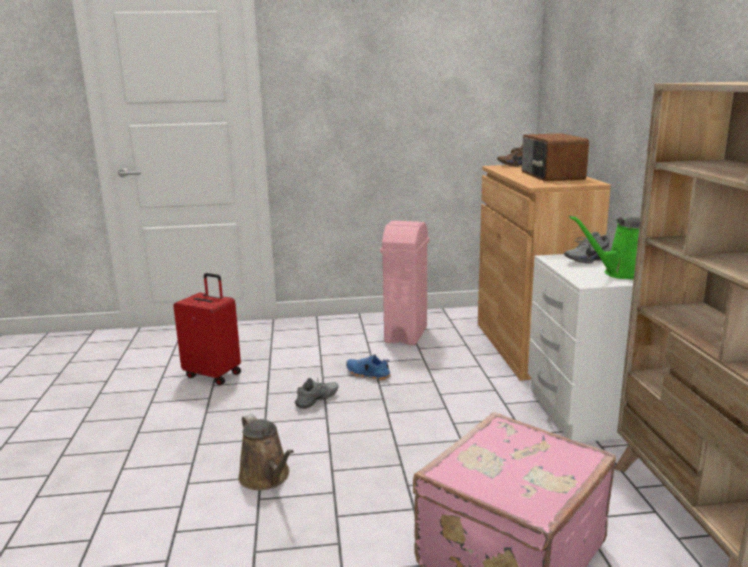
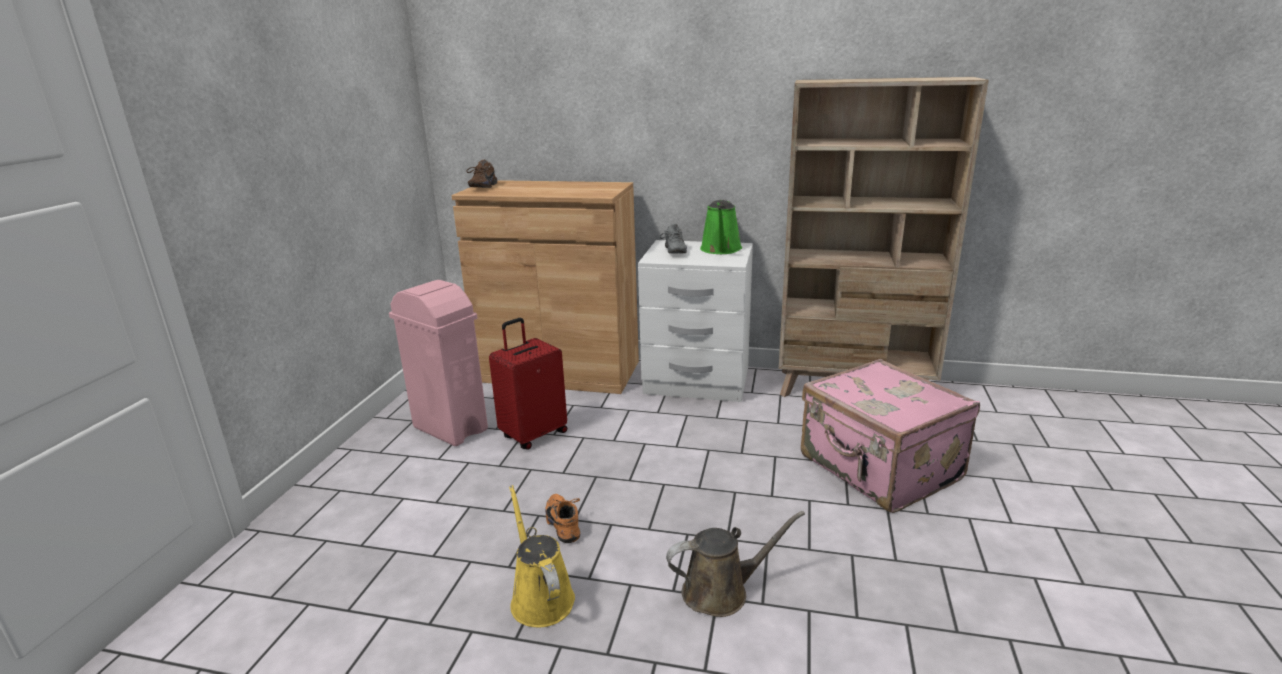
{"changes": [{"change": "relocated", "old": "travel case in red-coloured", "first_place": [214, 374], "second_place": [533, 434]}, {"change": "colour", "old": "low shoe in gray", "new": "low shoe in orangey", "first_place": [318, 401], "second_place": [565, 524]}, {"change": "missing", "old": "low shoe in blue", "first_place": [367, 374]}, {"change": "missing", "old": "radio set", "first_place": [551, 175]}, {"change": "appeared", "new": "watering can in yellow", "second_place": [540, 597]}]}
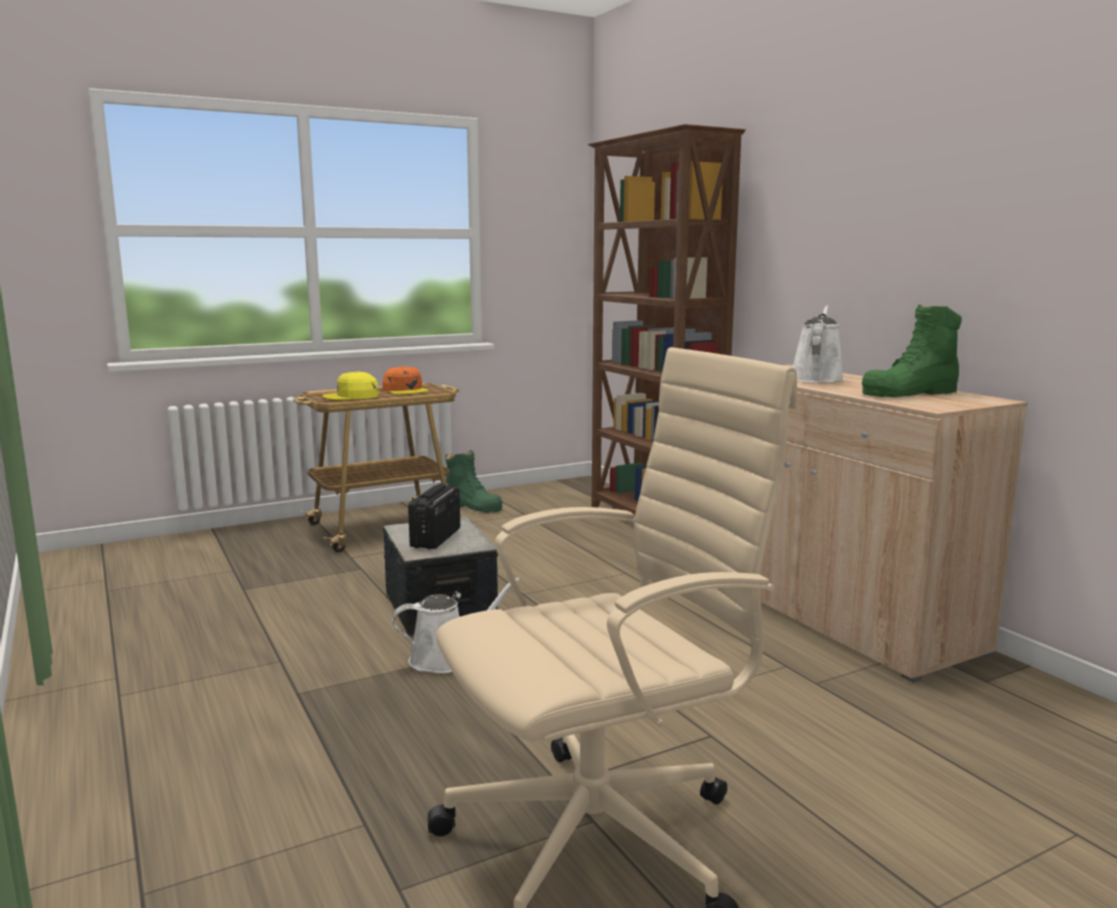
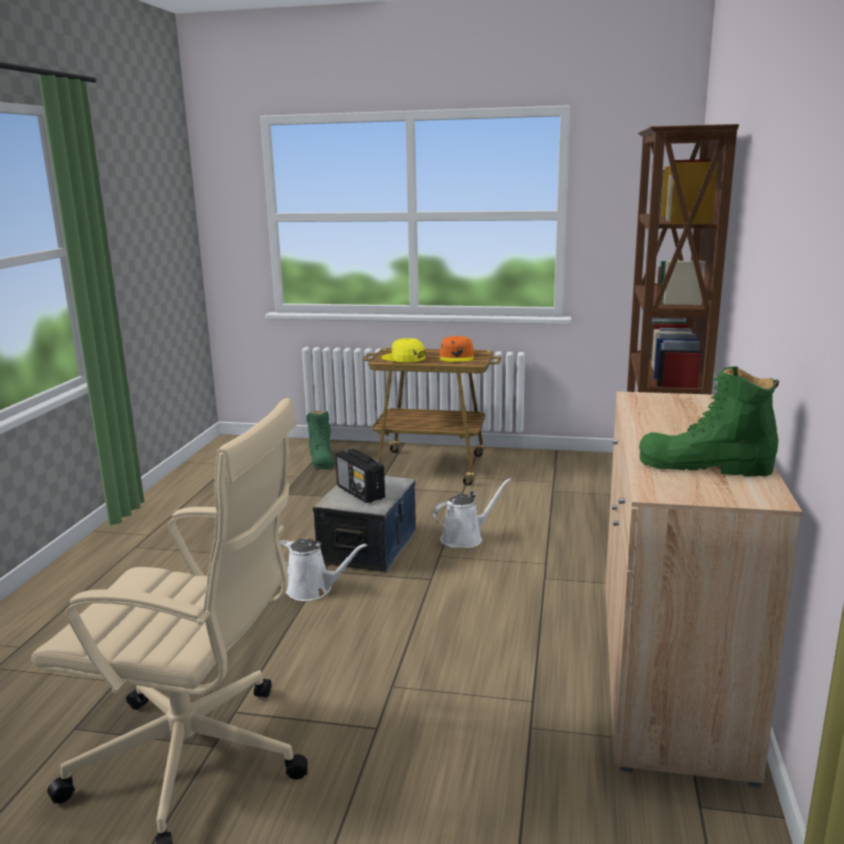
{"changes": [{"change": "spun", "old": "radio set", "first_place": [435, 538], "second_place": [361, 493], "degrees": -90}, {"change": "relocated", "old": "boot in green", "first_place": [473, 506], "second_place": [321, 459]}, {"change": "relocated", "old": "watering can in white-coloured", "first_place": [816, 378], "second_place": [465, 538]}]}
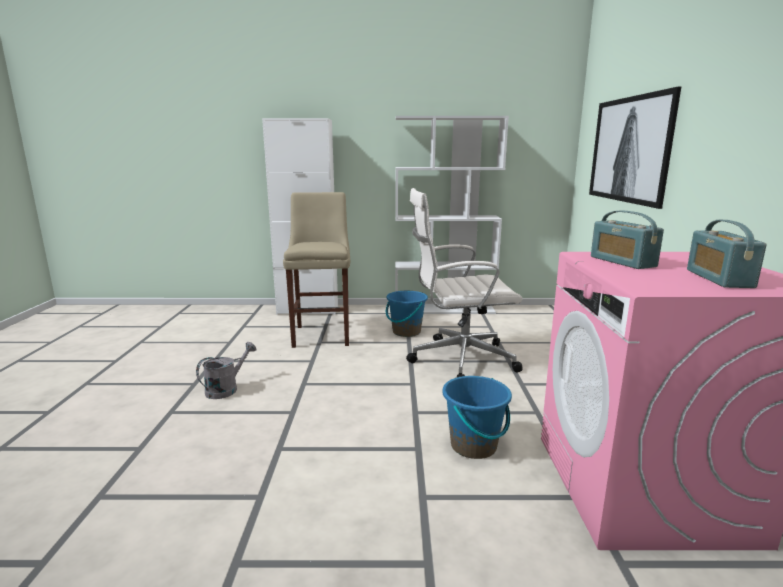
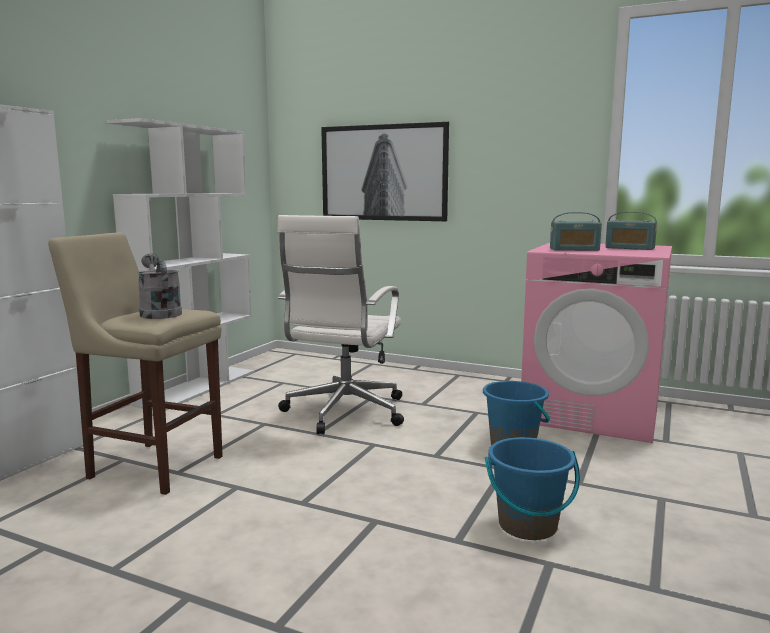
{"changes": [{"change": "relocated", "old": "watering can in gray", "first_place": [226, 389], "second_place": [159, 313]}, {"change": "relocated", "old": "pail in blue", "first_place": [406, 332], "second_place": [528, 526]}]}
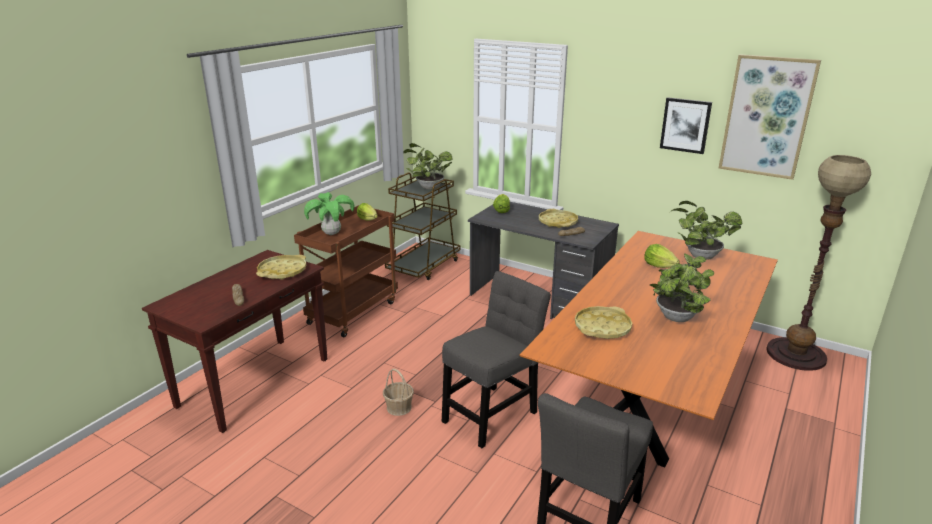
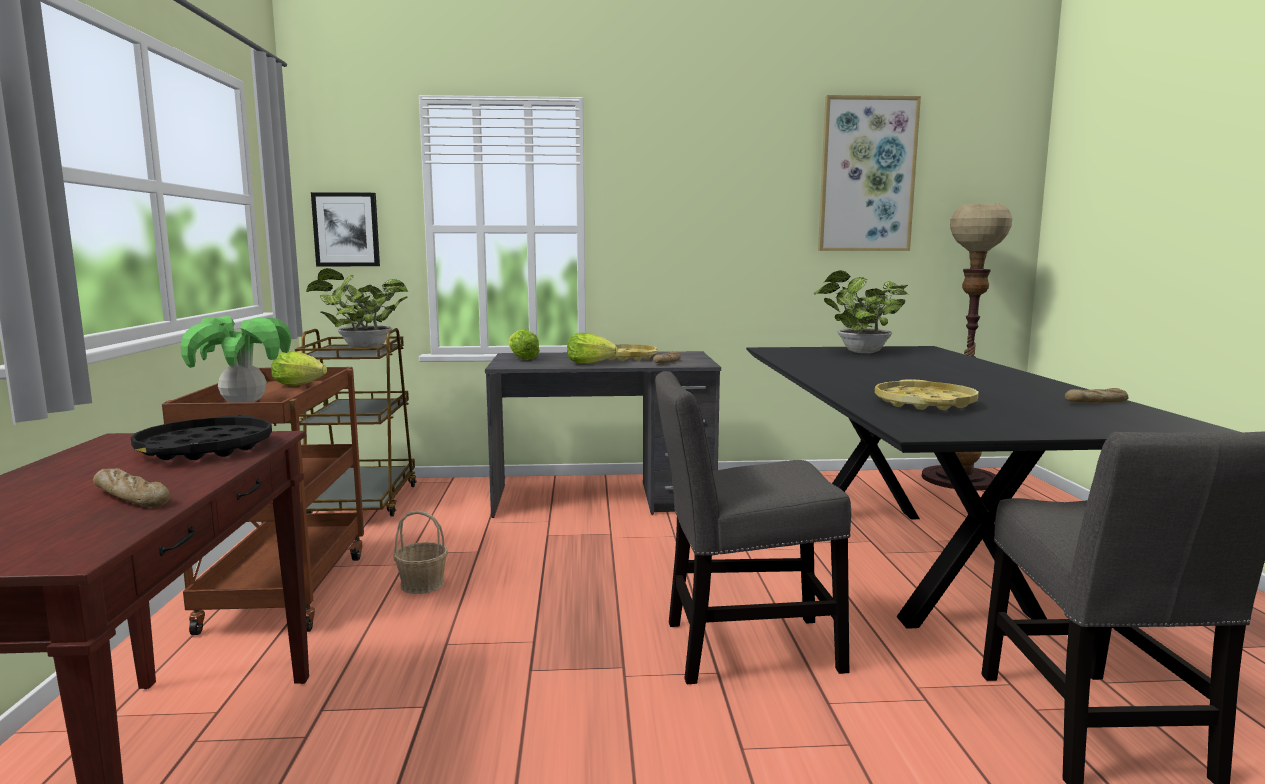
{"changes": [{"change": "colour", "old": "serving tray in yellow", "new": "serving tray in blackish", "first_place": [282, 271], "second_place": [205, 448]}, {"change": "relocated", "old": "storage basket", "first_place": [399, 407], "second_place": [422, 584]}, {"change": "spun", "old": "chair in gray", "first_place": [493, 413], "second_place": [742, 648], "degrees": -105}, {"change": "colour", "old": "dinner table in orangey", "new": "dinner table in blackish", "first_place": [650, 401], "second_place": [910, 561]}, {"change": "relocated", "old": "lettuce head", "first_place": [659, 266], "second_place": [589, 363]}, {"change": "missing", "old": "houseplant", "first_place": [675, 318]}, {"change": "relocated", "old": "wall picture", "first_place": [685, 125], "second_place": [346, 229]}, {"change": "appeared", "new": "baked bread", "second_place": [1096, 402]}]}
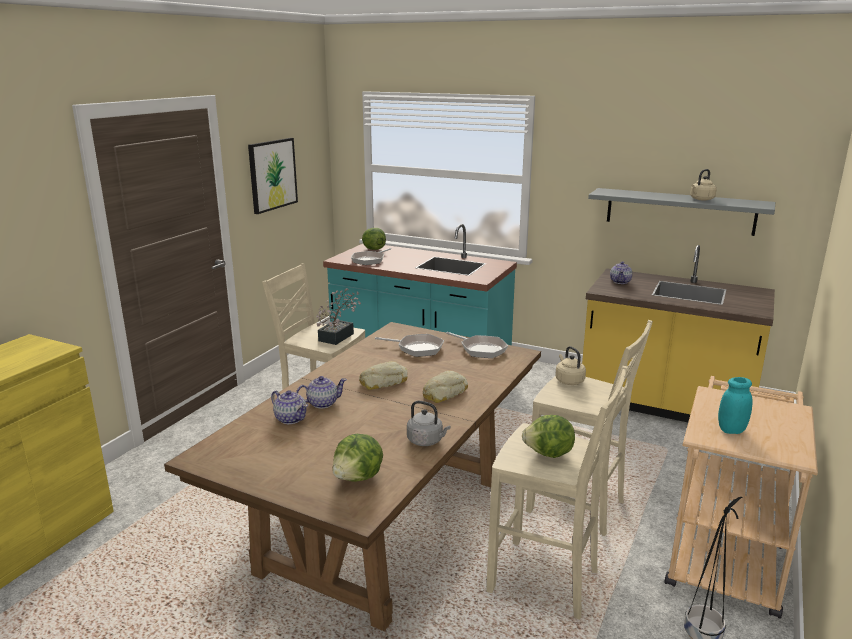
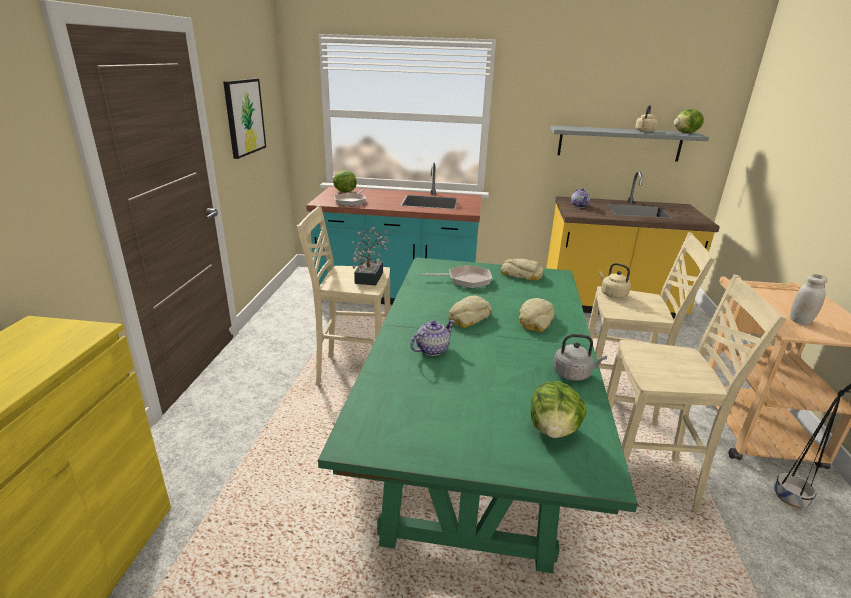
{"changes": [{"change": "colour", "old": "dinner table in brown-coloured", "new": "dinner table in green", "first_place": [386, 523], "second_place": [473, 454]}, {"change": "missing", "old": "tea pot", "first_place": [290, 418]}, {"change": "exchanged", "old": "pan", "new": "baked bread", "first_place": [481, 349], "second_place": [521, 274]}, {"change": "relocated", "old": "lettuce head", "first_place": [549, 454], "second_place": [686, 133]}, {"change": "colour", "old": "jar in blue-green", "new": "jar in white-coloured", "first_place": [731, 430], "second_place": [800, 321]}]}
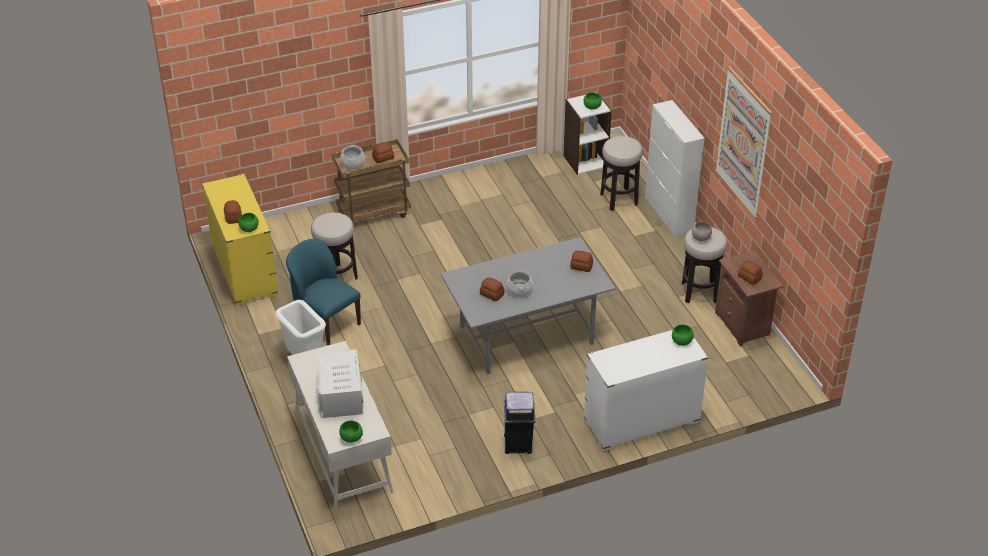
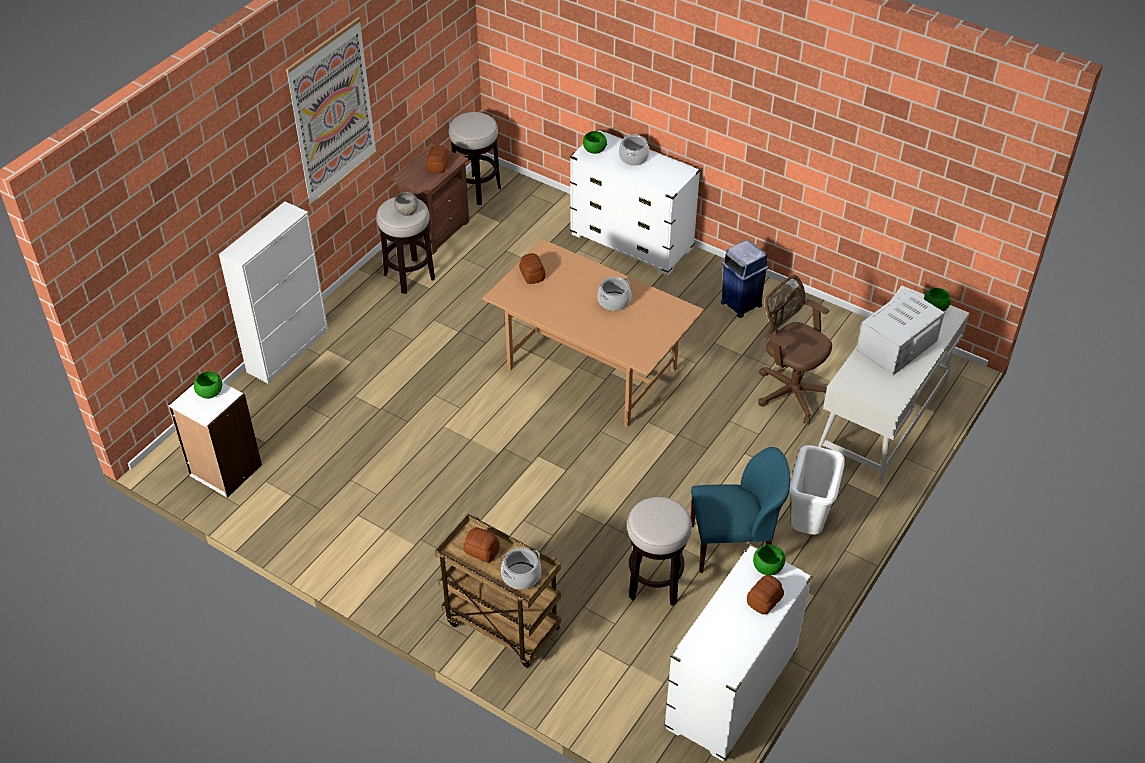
{"changes": [{"change": "colour", "old": "dresser in yellow", "new": "dresser in white-coloured", "first_place": [244, 271], "second_place": [731, 690]}, {"change": "spun", "old": "chair in blue", "first_place": [326, 321], "second_place": [733, 545], "degrees": -105}, {"change": "colour", "old": "dinner table in gray", "new": "dinner table in brown-coloured", "first_place": [526, 335], "second_place": [593, 369]}, {"change": "missing", "old": "baked bread", "first_place": [492, 294]}, {"change": "relocated", "old": "sitting stool", "first_place": [619, 199], "second_place": [477, 190]}, {"change": "appeared", "new": "saucepot", "second_place": [634, 158]}, {"change": "appeared", "new": "computer chair in brown-coloured", "second_place": [790, 391]}]}
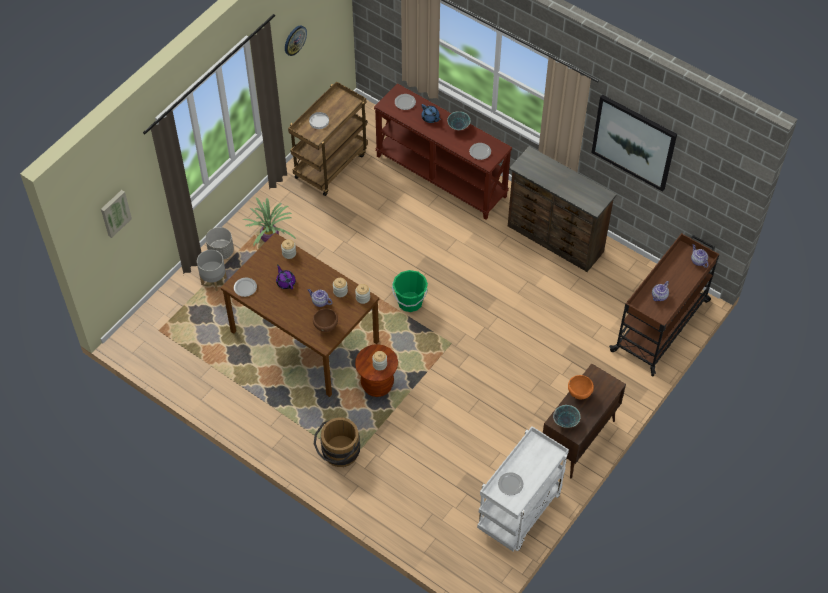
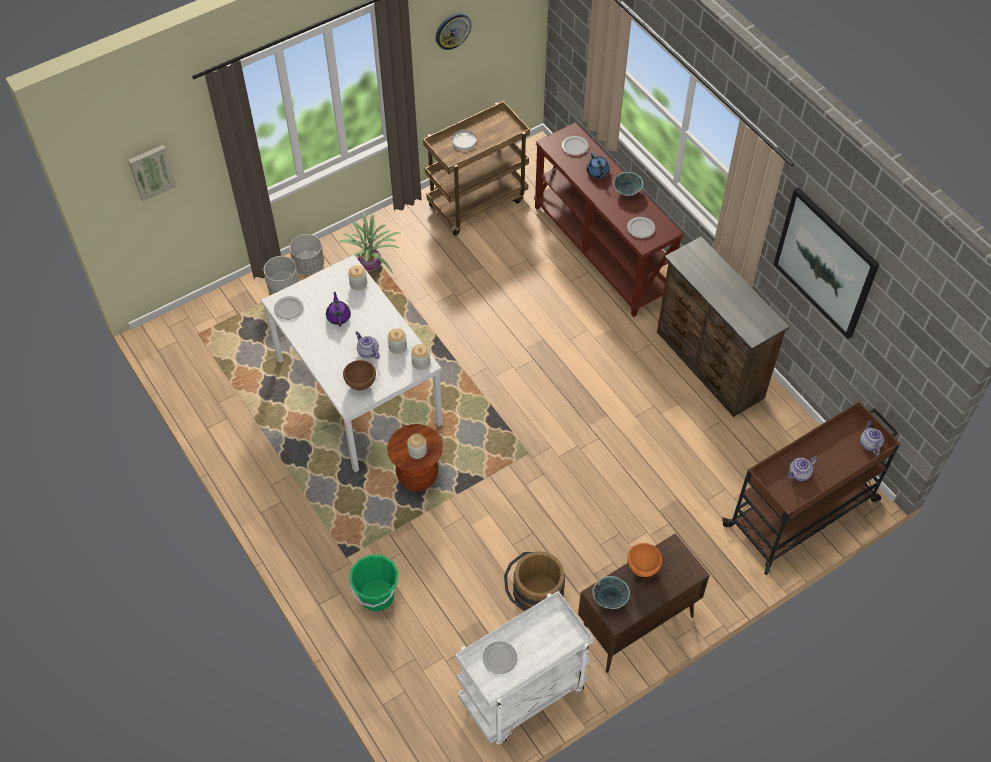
{"changes": [{"change": "colour", "old": "dinner table in brown-coloured", "new": "dinner table in white-coloured", "first_place": [303, 337], "second_place": [357, 391]}, {"change": "relocated", "old": "pail in brown-coloured", "first_place": [338, 454], "second_place": [533, 597]}, {"change": "relocated", "old": "pail in green", "first_place": [410, 302], "second_place": [377, 596]}]}
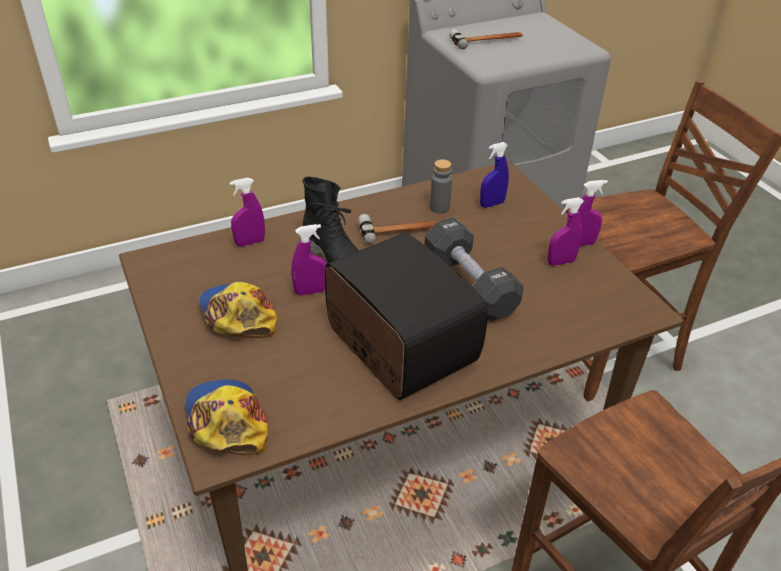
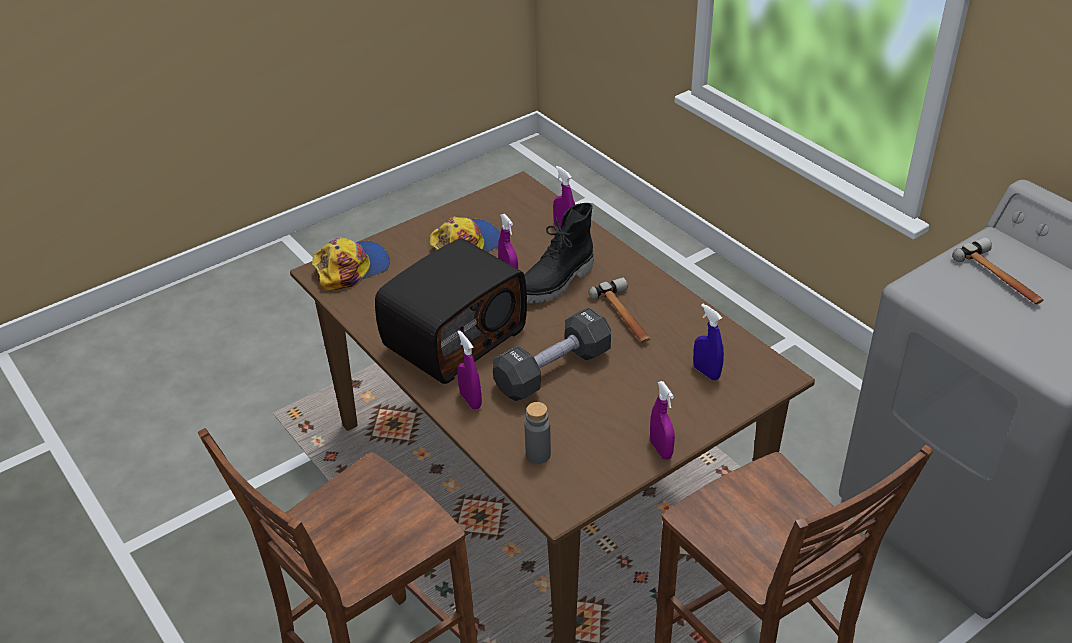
{"changes": [{"change": "relocated", "old": "beverage bottle in gray", "first_place": [439, 208], "second_place": [538, 455]}, {"change": "relocated", "old": "hand sprayer in purple", "first_place": [561, 262], "second_place": [470, 400]}]}
